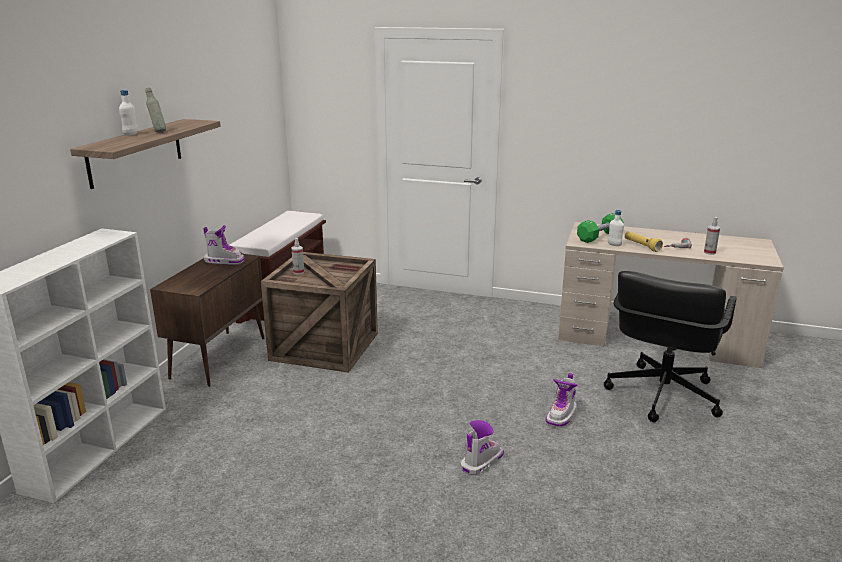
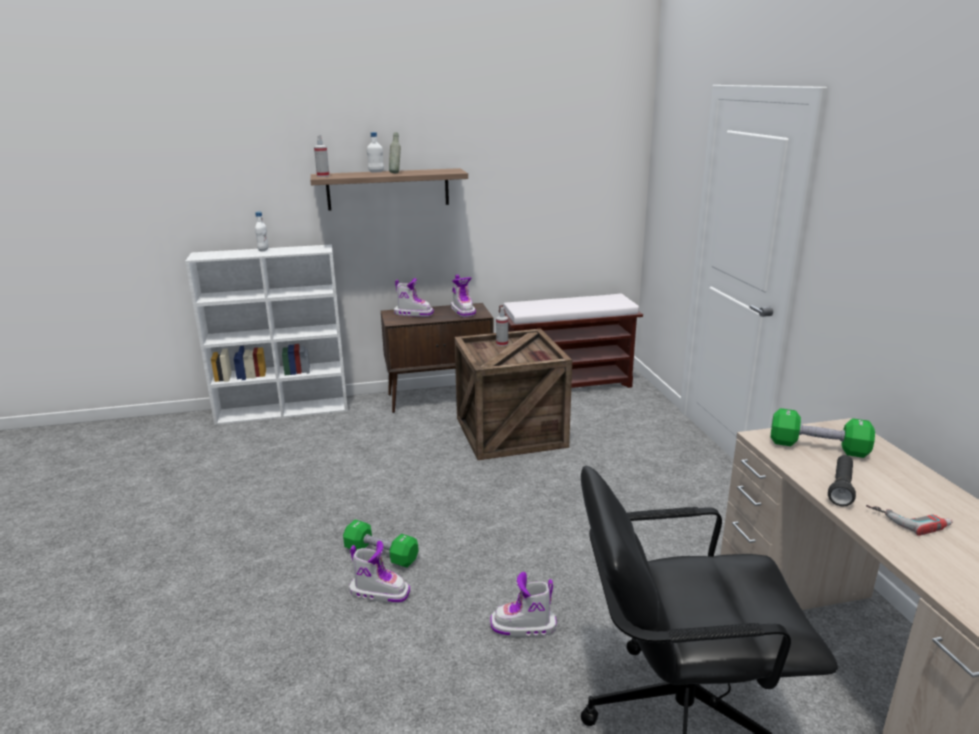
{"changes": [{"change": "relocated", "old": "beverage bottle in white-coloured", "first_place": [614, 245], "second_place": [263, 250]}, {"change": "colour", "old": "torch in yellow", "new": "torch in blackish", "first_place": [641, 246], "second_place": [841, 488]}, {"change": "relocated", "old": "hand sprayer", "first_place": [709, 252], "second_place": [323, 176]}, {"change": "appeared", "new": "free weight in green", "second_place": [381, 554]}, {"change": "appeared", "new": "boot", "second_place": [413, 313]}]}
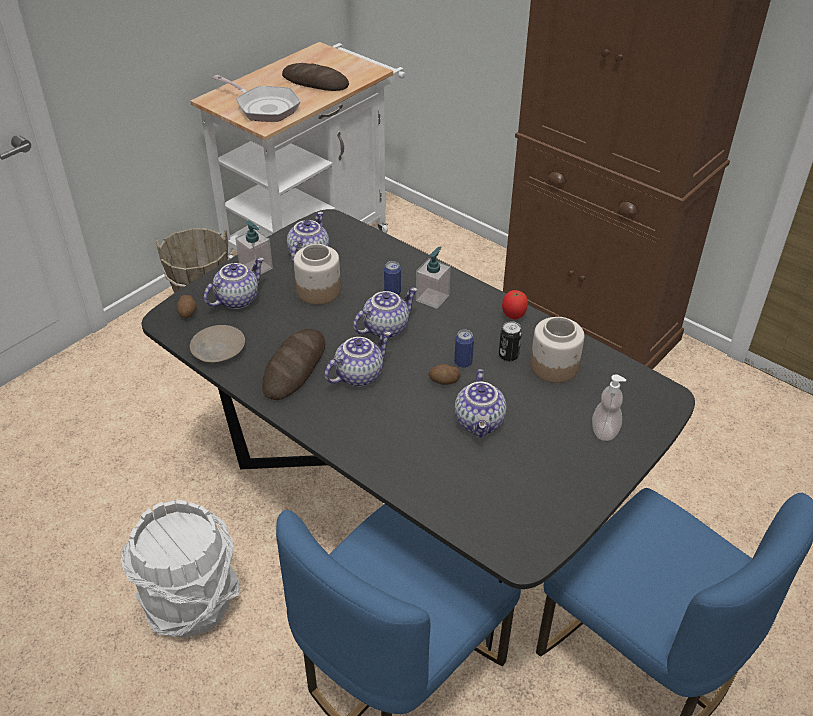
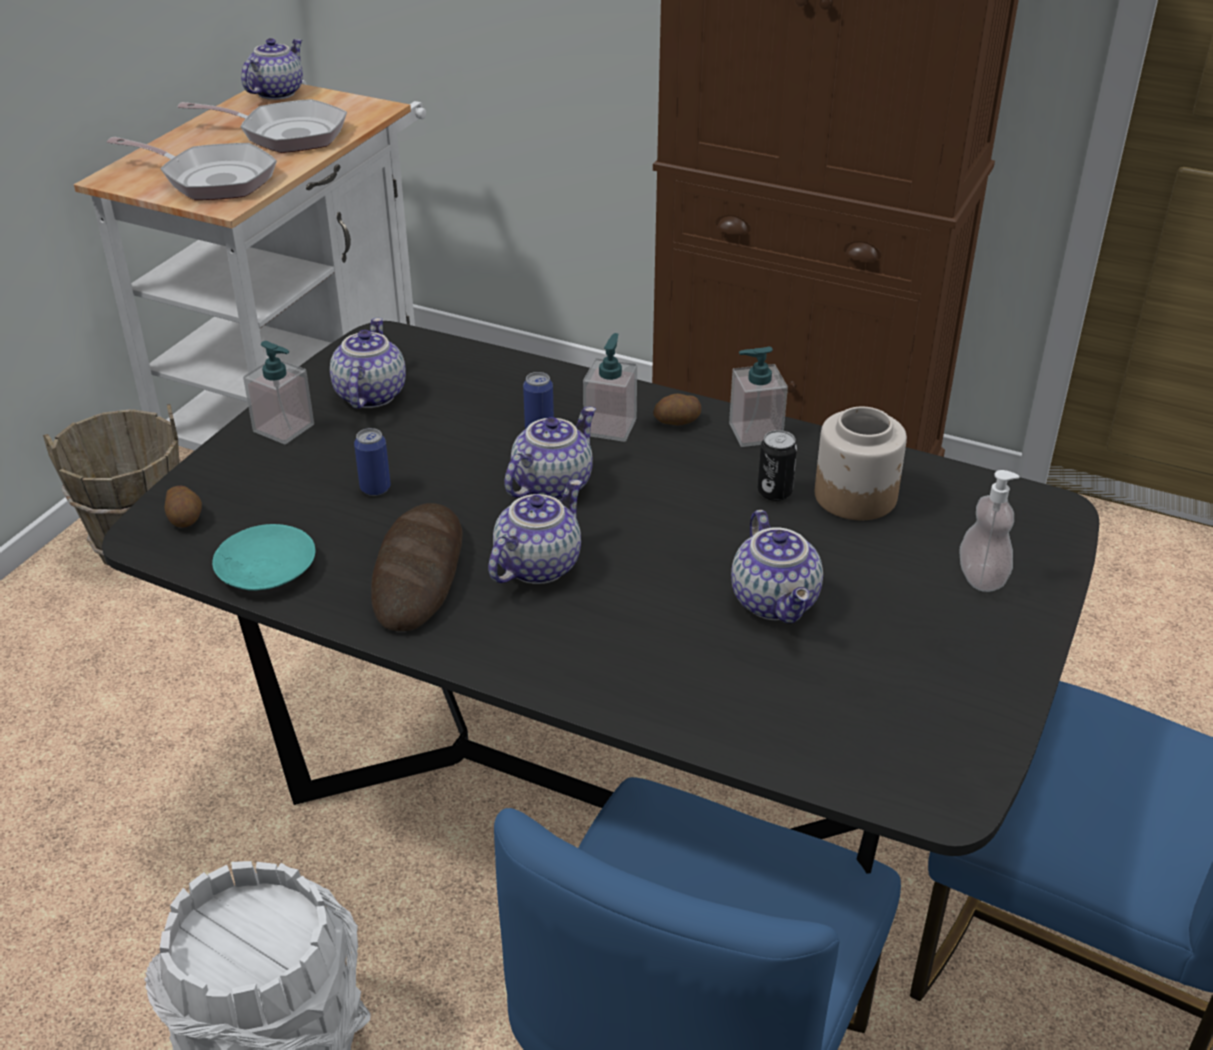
{"changes": [{"change": "colour", "old": "plate in beige", "new": "plate in blue-green", "first_place": [218, 350], "second_place": [265, 569]}, {"change": "relocated", "old": "tea pot", "first_place": [237, 299], "second_place": [276, 93]}, {"change": "exchanged", "old": "baked bread", "new": "pan", "first_place": [315, 82], "second_place": [286, 134]}, {"change": "missing", "old": "jar", "first_place": [318, 291]}, {"change": "relocated", "old": "spud", "first_place": [444, 381], "second_place": [677, 422]}, {"change": "relocated", "old": "sealed can", "first_place": [463, 362], "second_place": [375, 488]}, {"change": "exchanged", "old": "whole tomato", "new": "liquid soap bottle", "first_place": [513, 316], "second_place": [755, 433]}]}
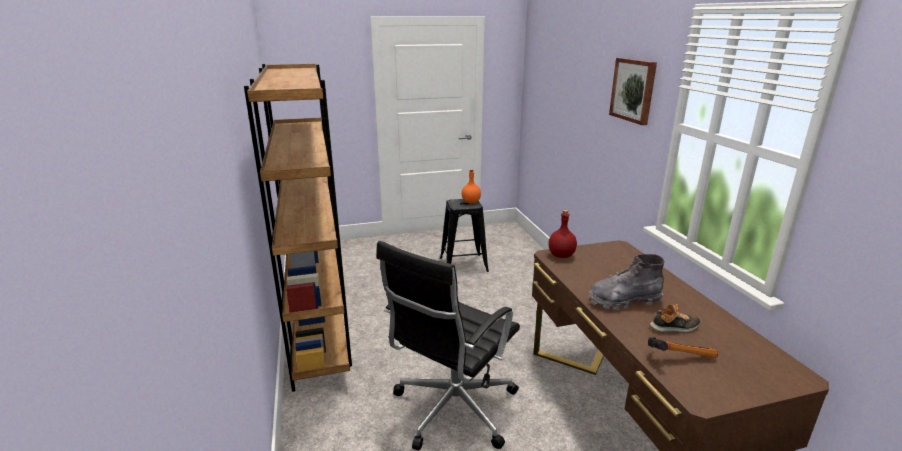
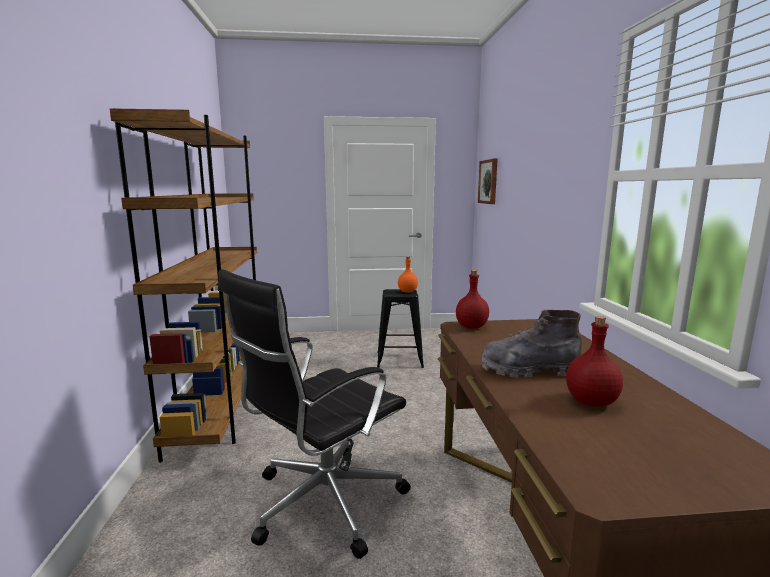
{"changes": [{"change": "relocated", "old": "wall picture", "first_place": [633, 90], "second_place": [489, 181]}, {"change": "missing", "old": "tool hammer", "first_place": [678, 356]}, {"change": "exchanged", "old": "low shoe", "new": "beverage bottle in red-coloured", "first_place": [675, 327], "second_place": [590, 401]}]}
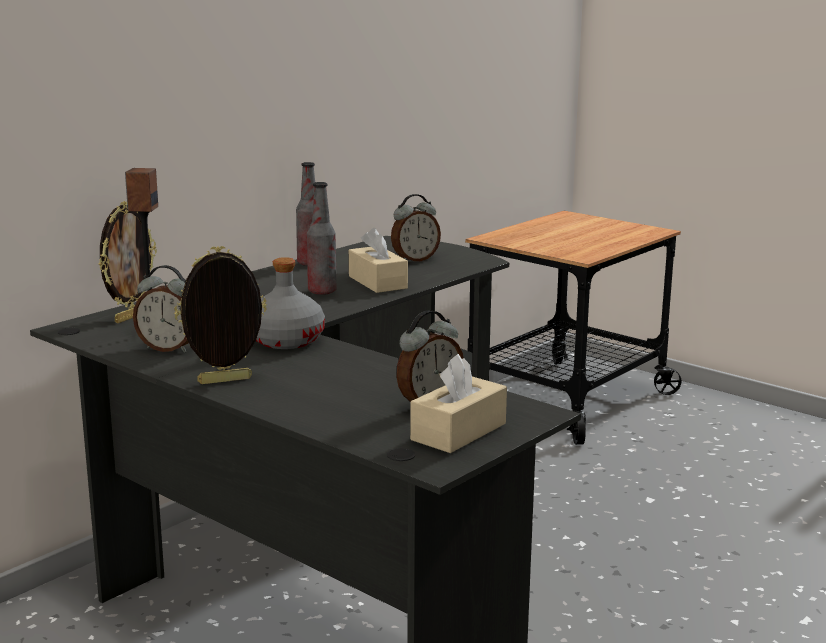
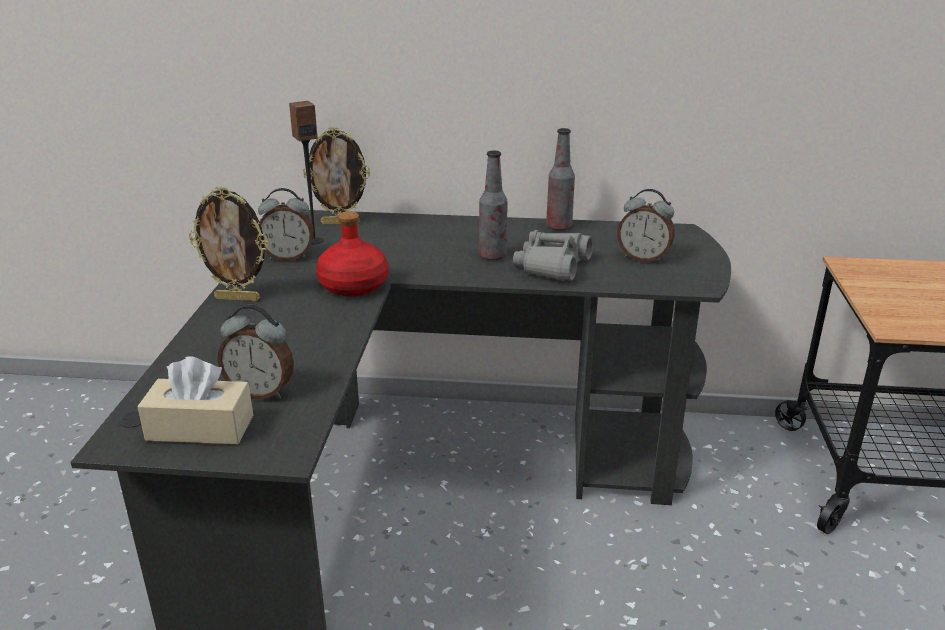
{"changes": [{"change": "spun", "old": "bedside clock", "first_place": [169, 348], "second_place": [288, 257], "degrees": -75}, {"change": "spun", "old": "standing frame", "first_place": [225, 381], "second_place": [238, 298], "degrees": 150}, {"change": "colour", "old": "beverage bottle in gray", "new": "beverage bottle in red-coloured", "first_place": [285, 340], "second_place": [353, 285]}, {"change": "exchanged", "old": "tissue box in beige", "new": "pair of binoculars in gray", "first_place": [377, 282], "second_place": [552, 266]}]}
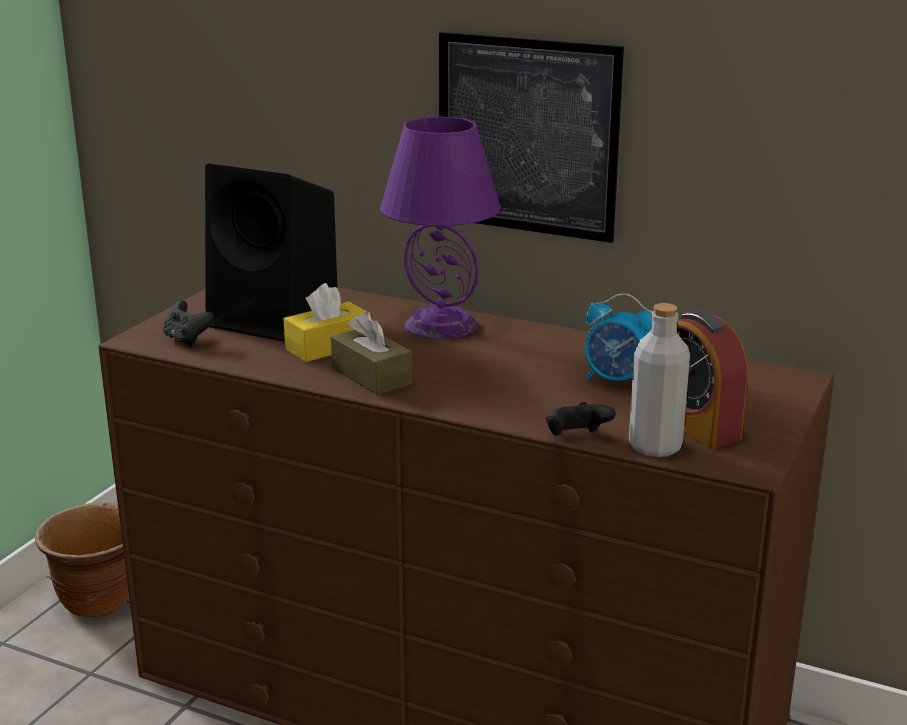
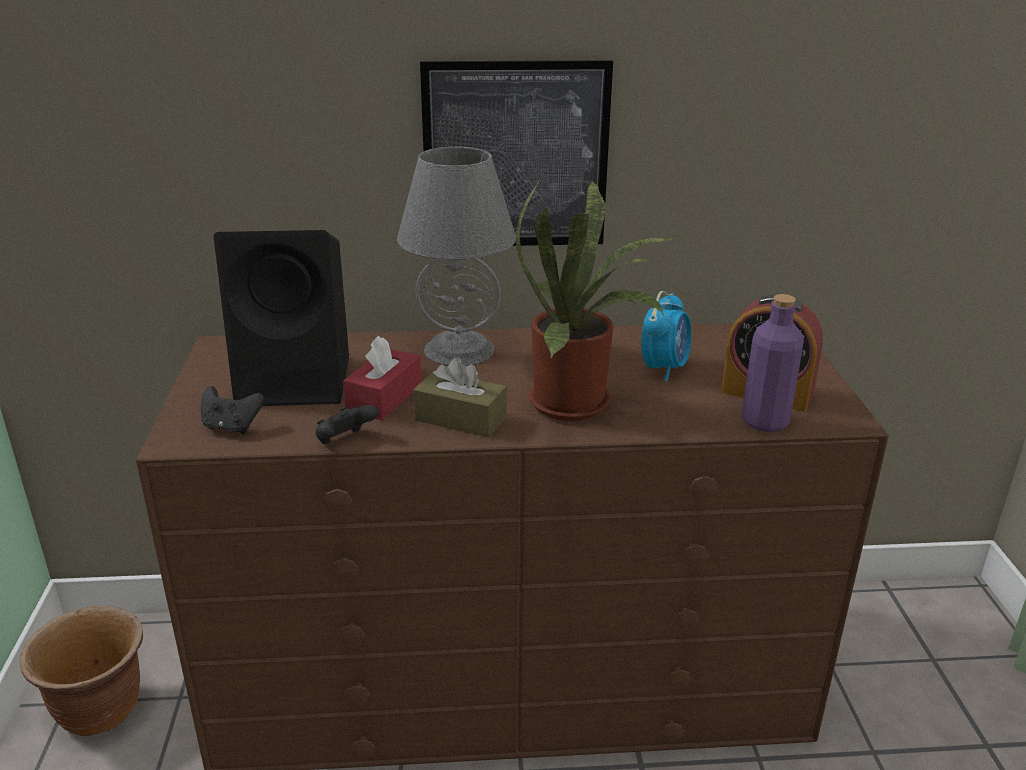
{"changes": [{"change": "colour", "old": "tissue box in yellow", "new": "tissue box in red-coloured", "first_place": [328, 346], "second_place": [384, 398]}, {"change": "colour", "old": "lamp for a table in purple", "new": "lamp for a table in gray", "first_place": [439, 325], "second_place": [458, 350]}, {"change": "relocated", "old": "game controller in blackish", "first_place": [576, 438], "second_place": [345, 441]}, {"change": "spun", "old": "bedside clock", "first_place": [617, 381], "second_place": [664, 368], "degrees": -60}, {"change": "colour", "old": "beverage bottle in gray", "new": "beverage bottle in purple", "first_place": [655, 446], "second_place": [765, 421]}, {"change": "appeared", "new": "houseplant", "second_place": [578, 405]}]}
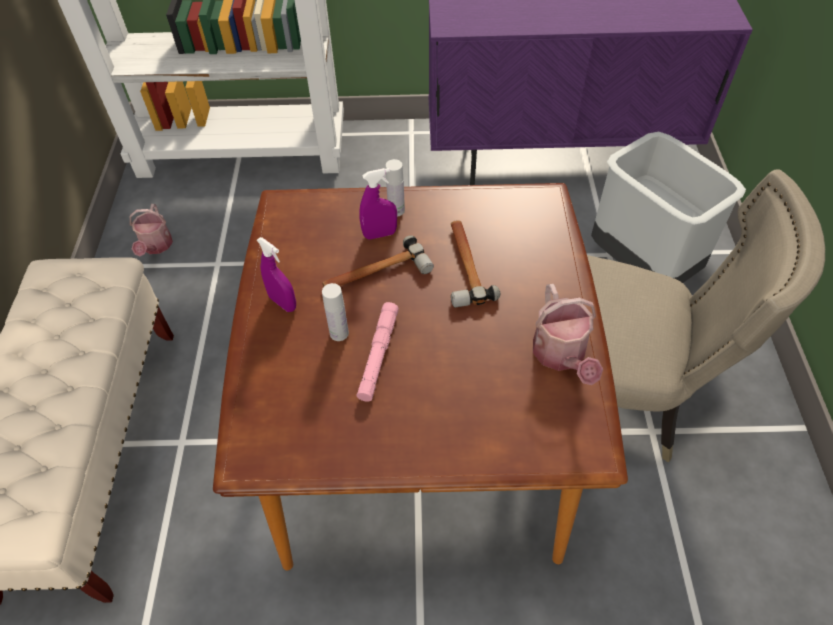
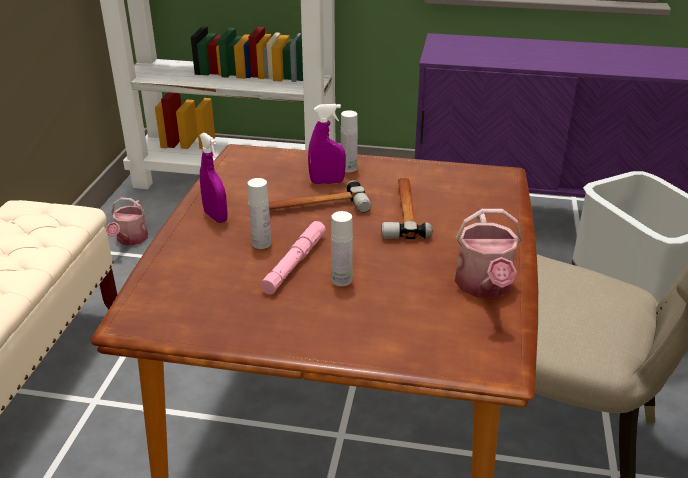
{"changes": [{"change": "appeared", "new": "beverage bottle in white-coloured", "second_place": [341, 280]}]}
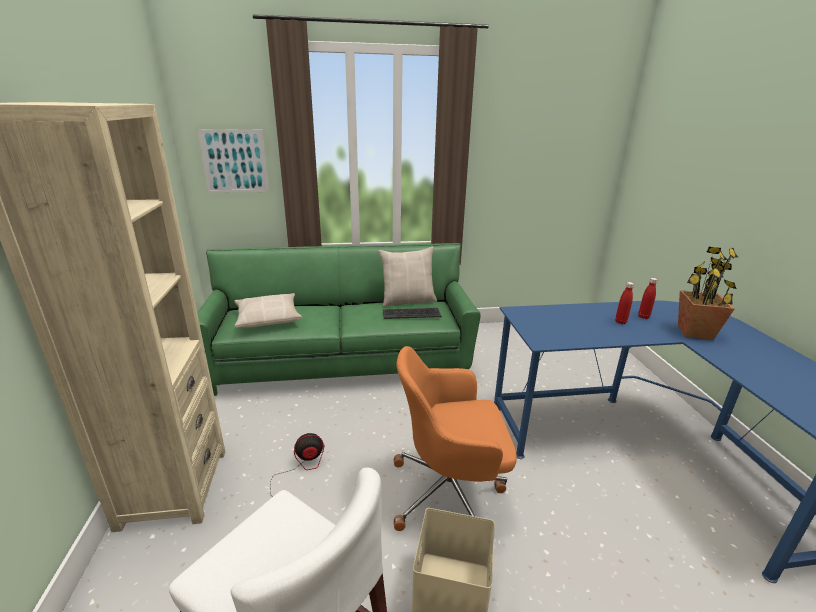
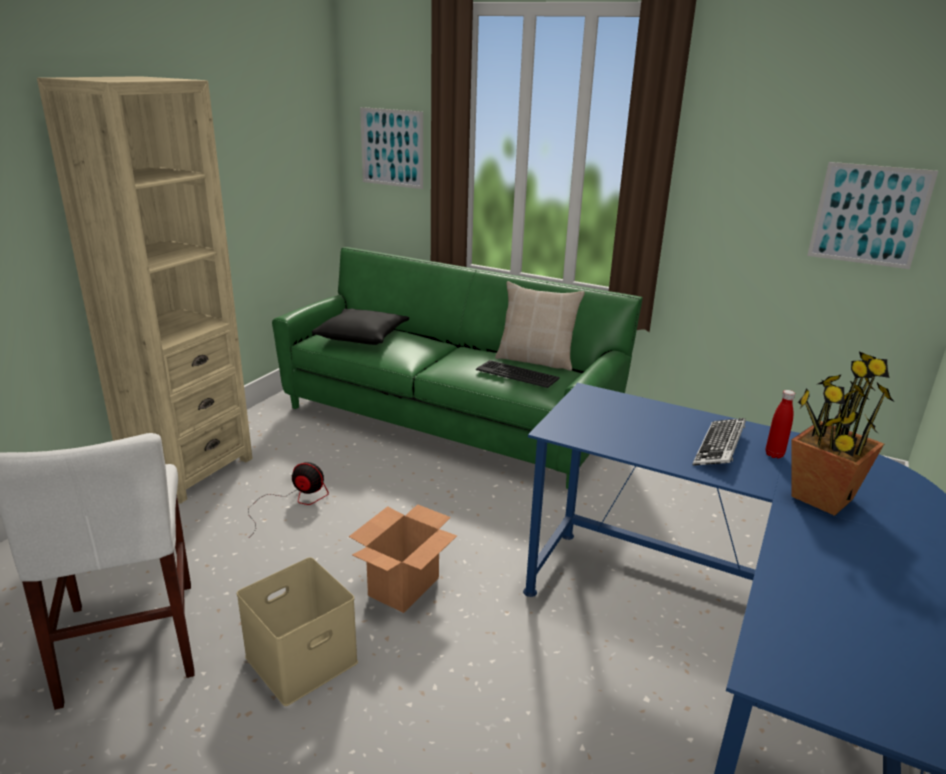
{"changes": [{"change": "colour", "old": "throw pillow in beige", "new": "throw pillow in blackish", "first_place": [268, 317], "second_place": [362, 335]}, {"change": "exchanged", "old": "computer chair in orangey", "new": "carton", "first_place": [450, 493], "second_place": [404, 586]}, {"change": "exchanged", "old": "beverage bottle in red-coloured", "new": "keyboard", "first_place": [620, 322], "second_place": [719, 448]}, {"change": "appeared", "new": "wall picture", "second_place": [869, 215]}]}
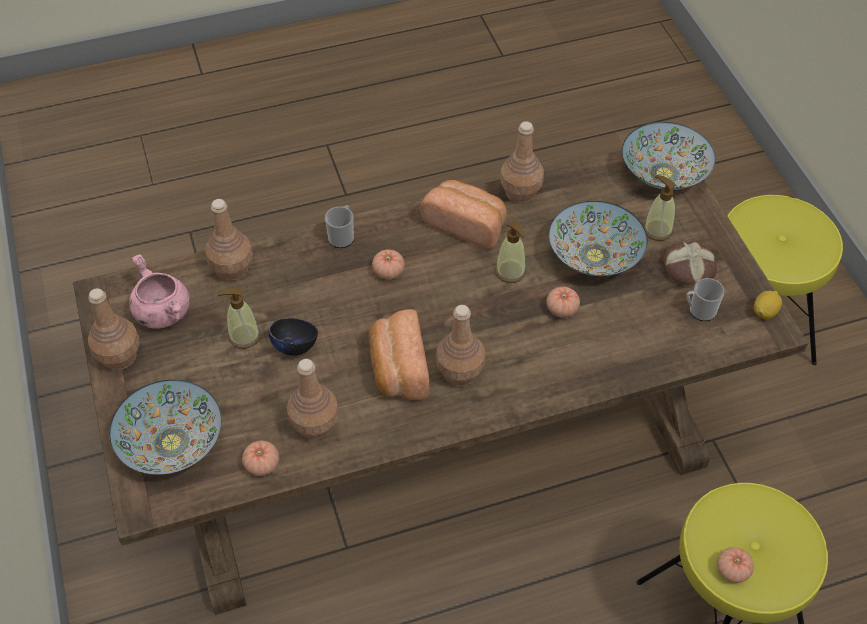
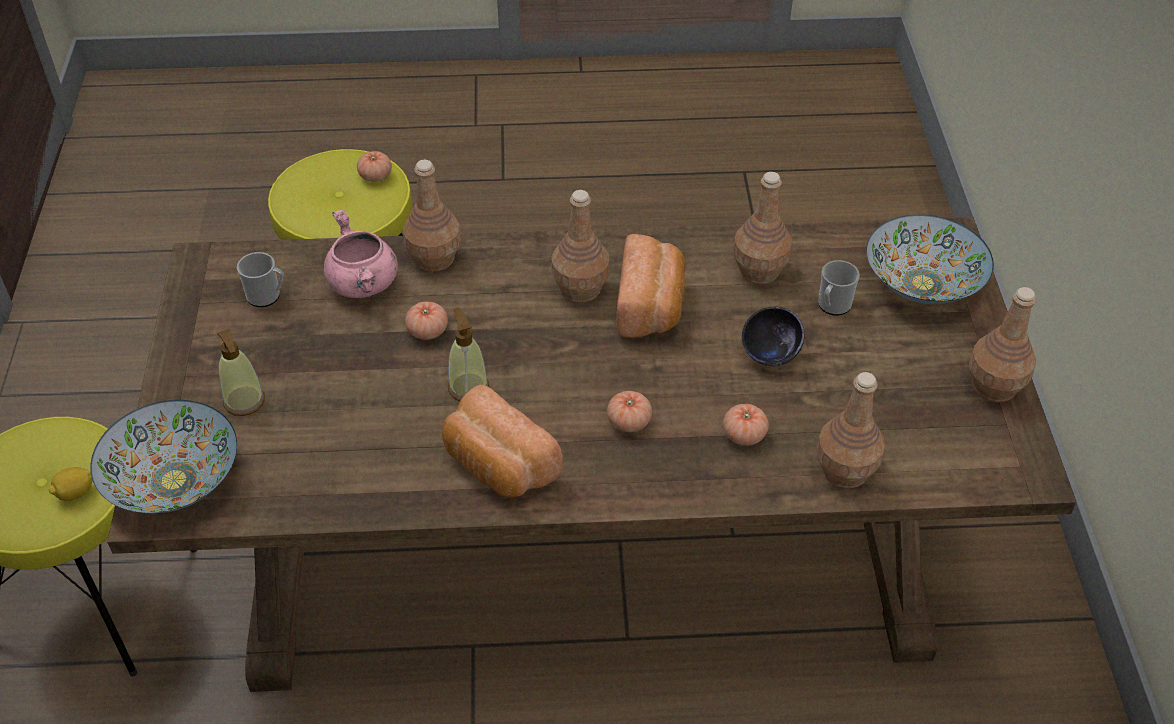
{"changes": [{"change": "relocated", "old": "saucepot in pink-coloured", "first_place": [162, 312], "second_place": [364, 284]}, {"change": "missing", "old": "liquid soap bottle", "first_place": [244, 336]}, {"change": "relocated", "old": "whole tomato", "first_place": [262, 464], "second_place": [744, 435]}, {"change": "relocated", "old": "mug", "first_place": [342, 236], "second_place": [832, 306]}, {"change": "relocated", "old": "beverage bottle in brown-coloured", "first_place": [520, 193], "second_place": [434, 258]}, {"change": "missing", "old": "bowl", "first_place": [594, 256]}, {"change": "missing", "old": "baked bread", "first_place": [688, 269]}, {"change": "relocated", "old": "whole lemon", "first_place": [764, 312], "second_place": [75, 493]}]}
